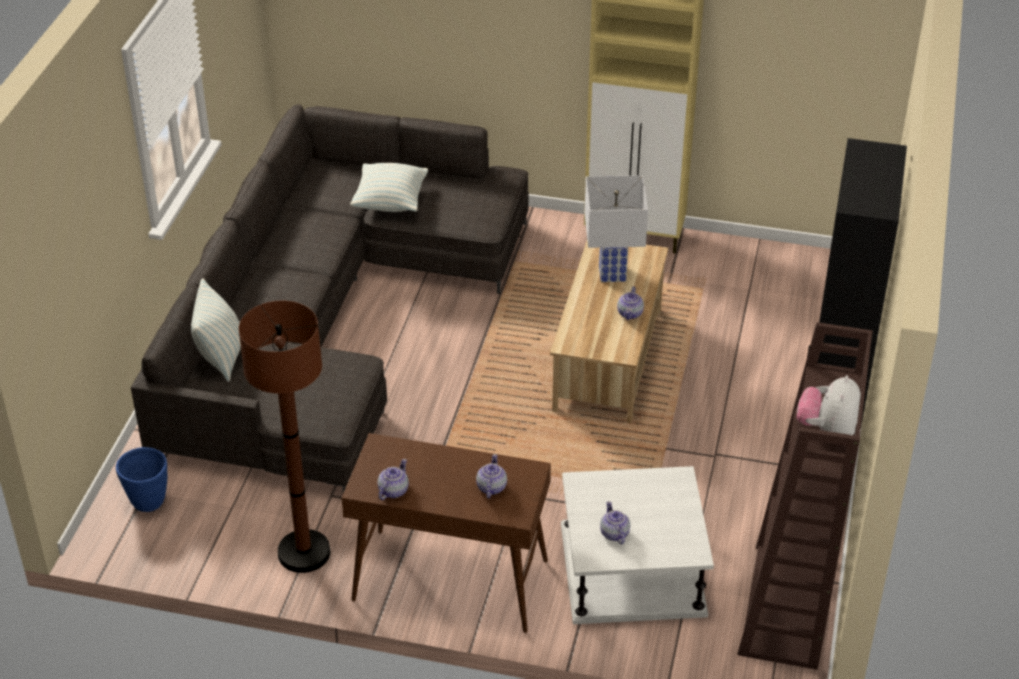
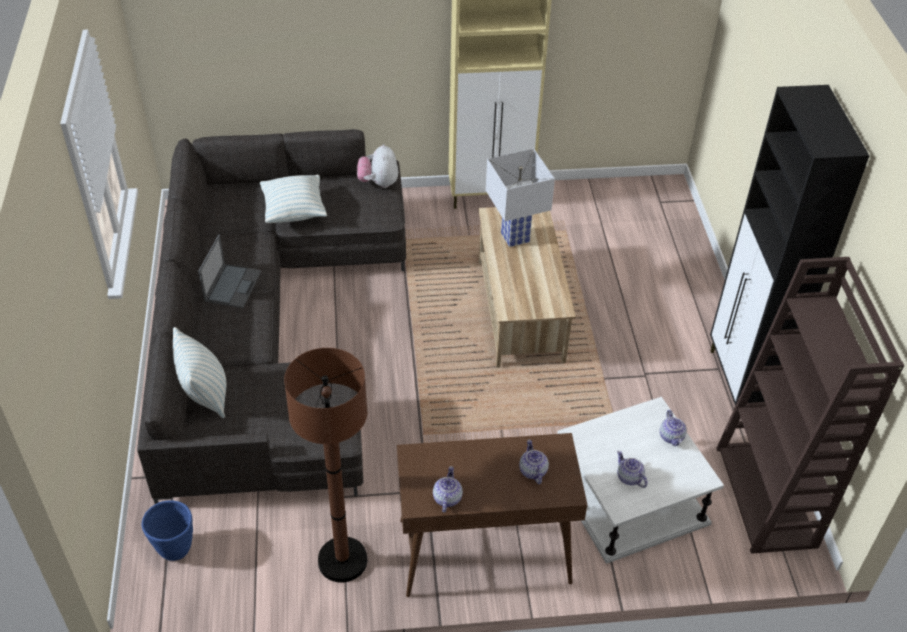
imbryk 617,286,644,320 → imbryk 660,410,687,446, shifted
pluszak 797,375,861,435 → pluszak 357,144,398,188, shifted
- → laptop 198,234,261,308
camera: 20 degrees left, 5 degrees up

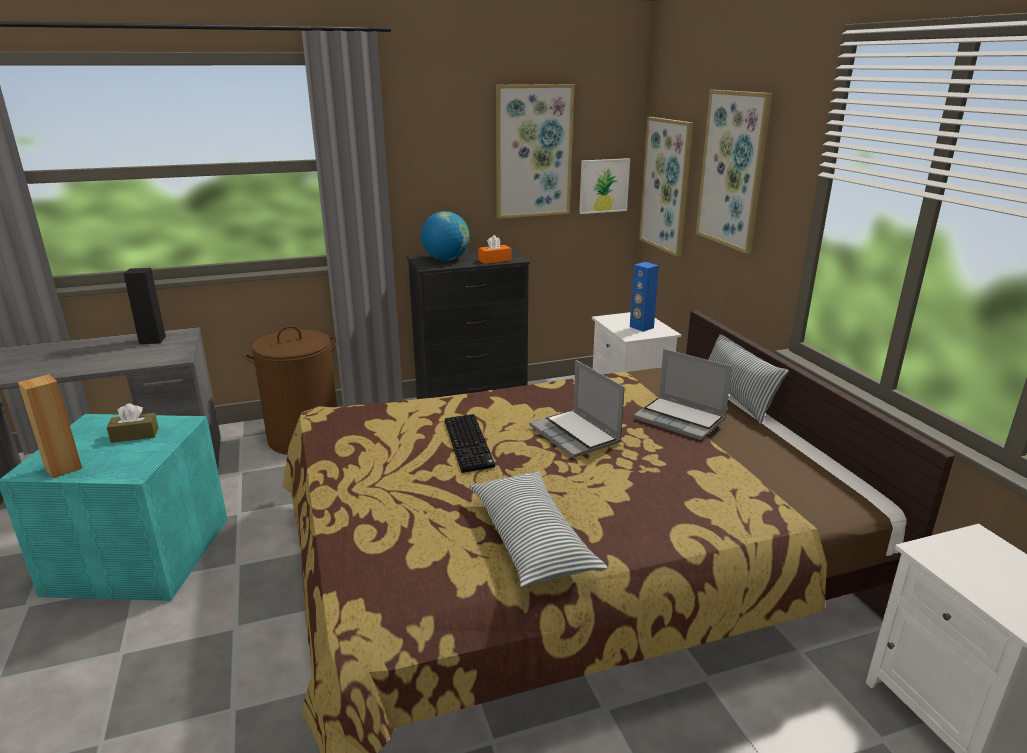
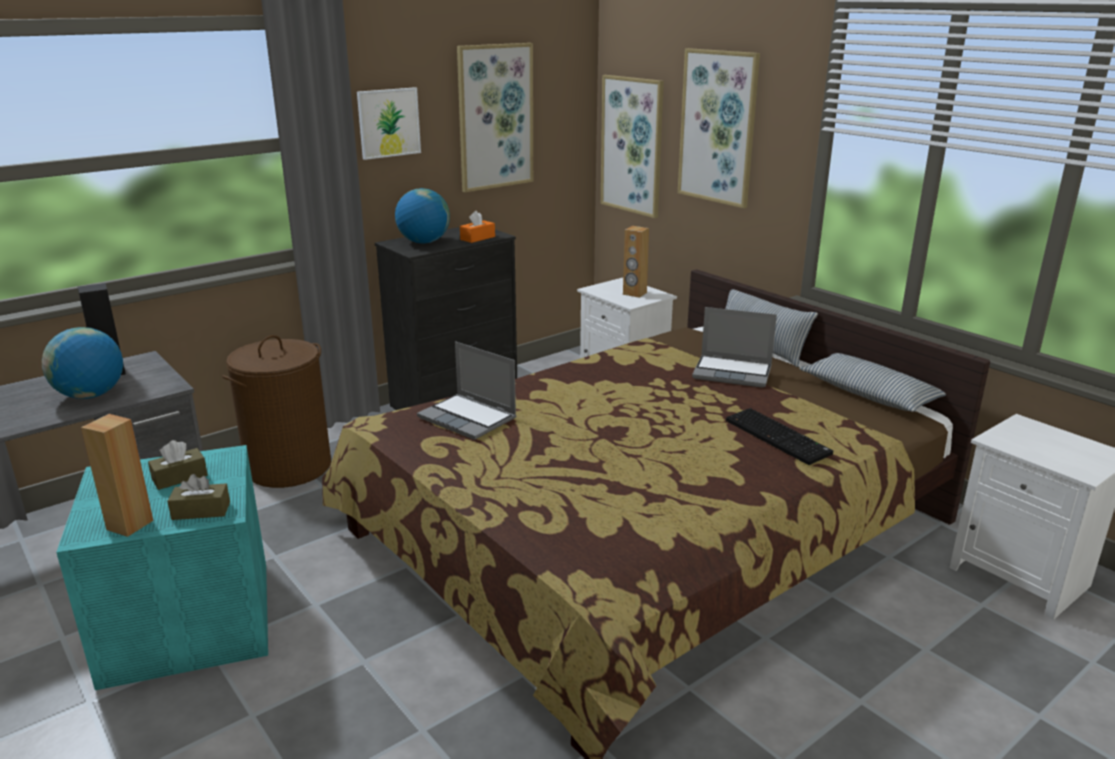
klawiatura 445,414,495,473 → klawiatura 726,408,833,465, shifted
poduszka 469,472,607,588 → poduszka 799,353,946,412, shifted
laptop 529,360,625,458 → laptop 417,341,516,440, shifted
obraz 579,158,630,214 → obraz 357,87,421,160, shifted
głośnik (niebieski) 630,262,659,332 → głośnik (brązowy) 623,226,649,298
- → globus 42,327,123,399
- → pudełko chusteczek (brązowy) 167,474,230,520
camera: 20 degrees left, 0 degrees up

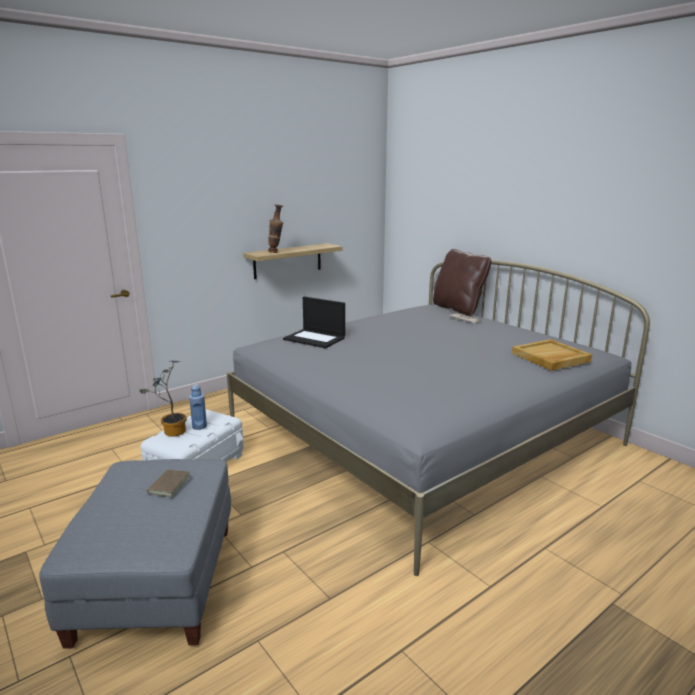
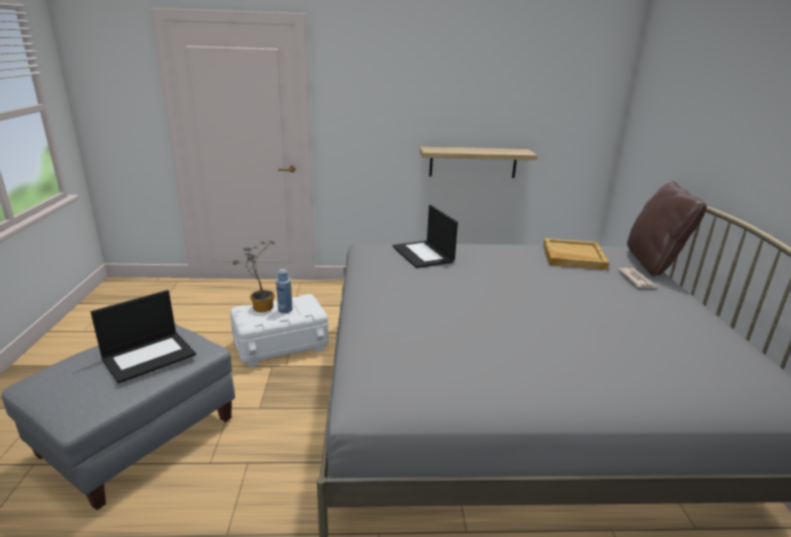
książka (brązowy) 141,470,190,497 → laptop 91,290,196,384
wazon 268,205,284,253 → -
taca (beżowy) 512,339,592,371 → taca (beżowy) 543,238,609,270, shifted
camera: 35 degrees right, 5 degrees up

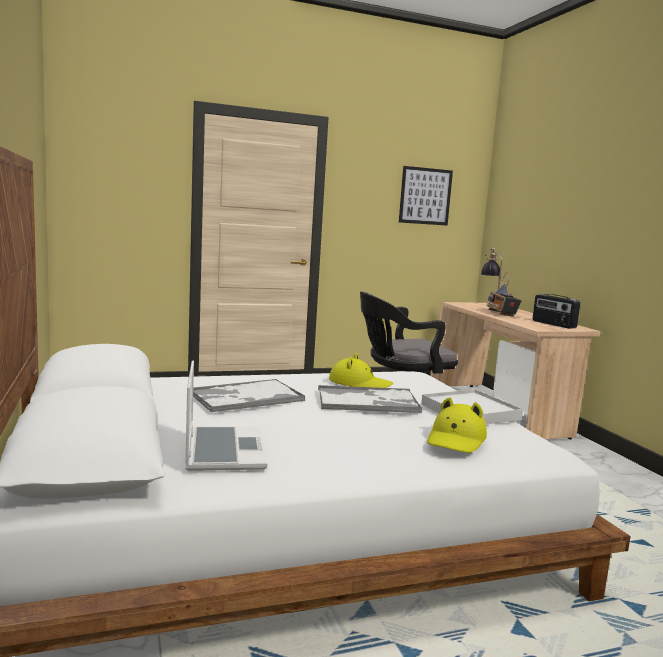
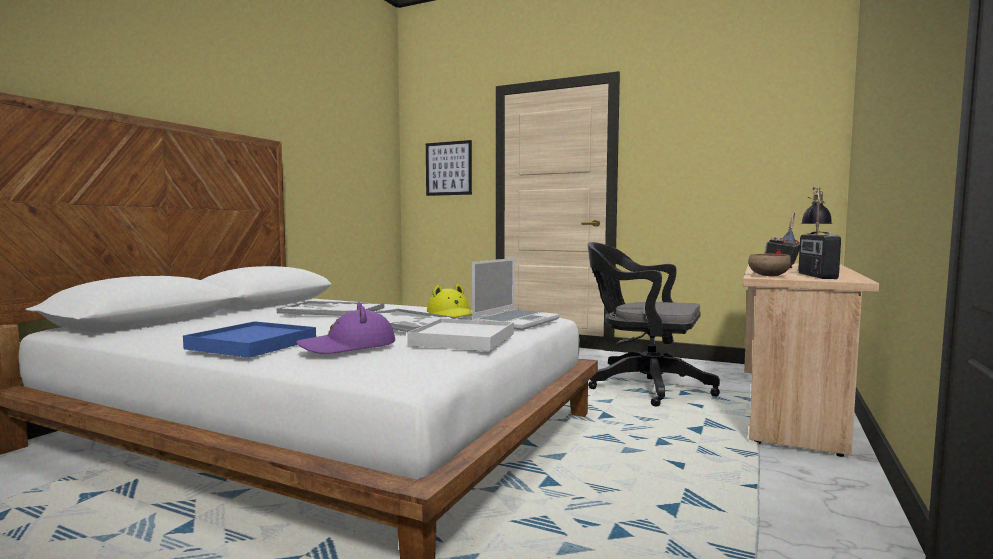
laptop 185,361,267,471 → laptop 472,258,560,330, shifted
obraz 399,166,453,226 → obraz 426,140,472,196, shifted
kapelusz (żółty) 427,397,487,453 → kapelusz (fioletowy) 296,302,395,354
- → taca (niebieski) 183,321,316,358
- → miska (brązowy) 748,253,791,276
camera: 45 degrees right, 5 degrees down

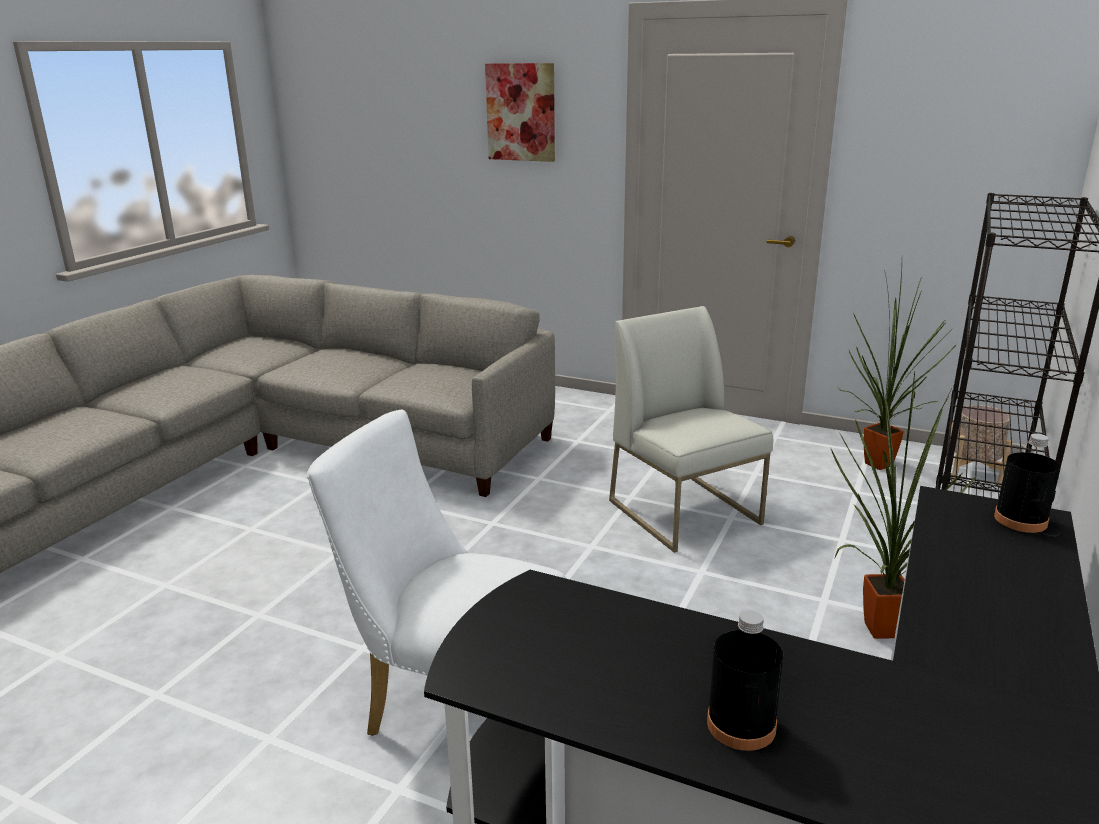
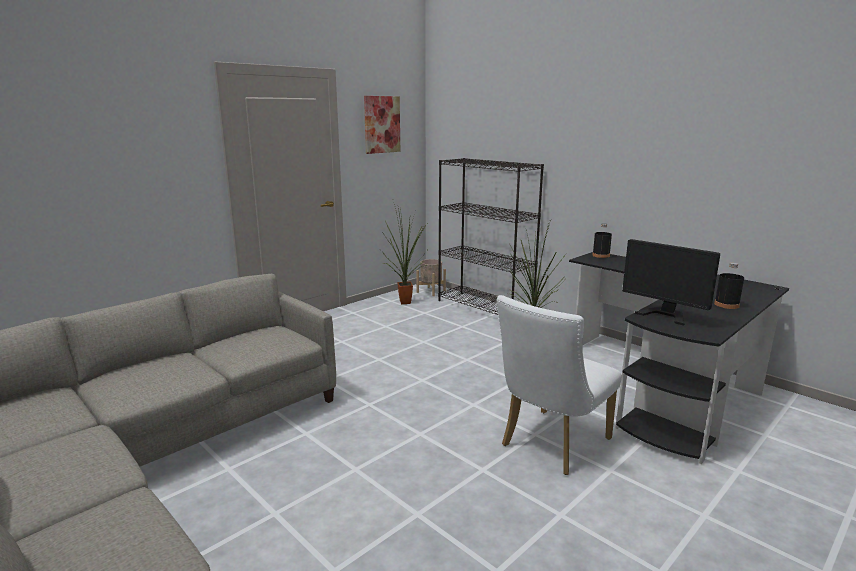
obraz 485,63,555,162 → obraz 364,96,400,154, shifted
krzesło (biały) 609,306,773,553 → -
- → monitor 622,239,720,325
camera: 70 degrees left, 5 degrees down

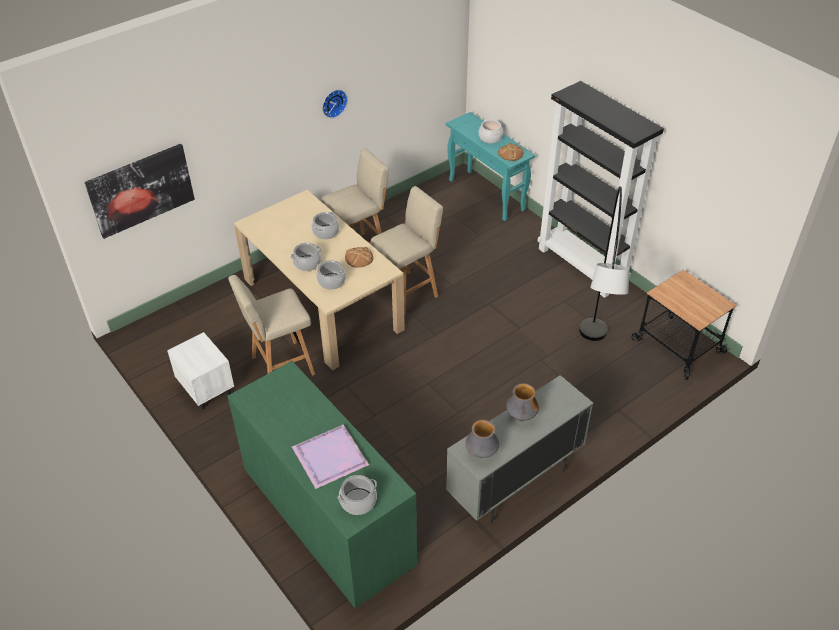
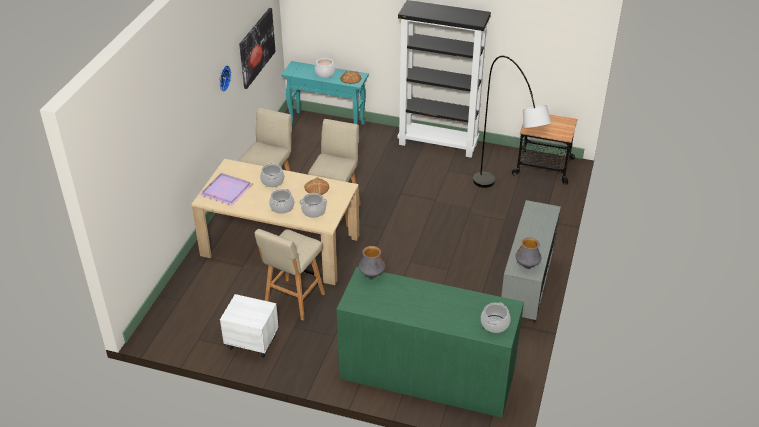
obraz 85,144,195,239 → obraz 239,8,276,89, shifted
taca (fioletowy) 292,424,369,489 → taca (fioletowy) 199,173,254,205, shifted
wazon 506,383,539,421 → wazon 359,246,385,278, shifted
camera: 35 degrees left, 5 degrees down

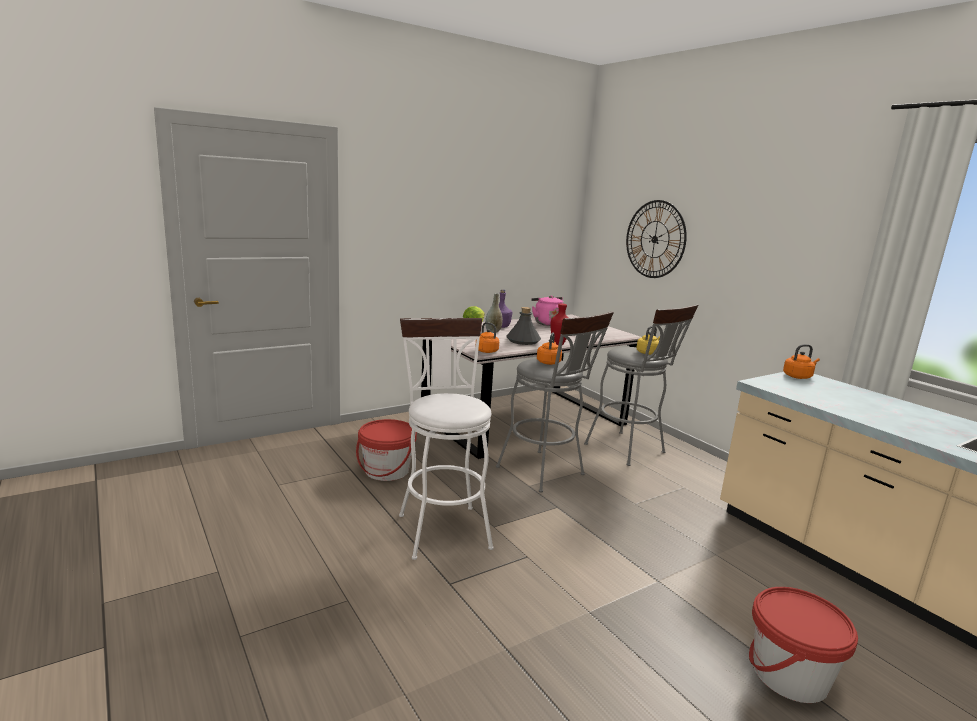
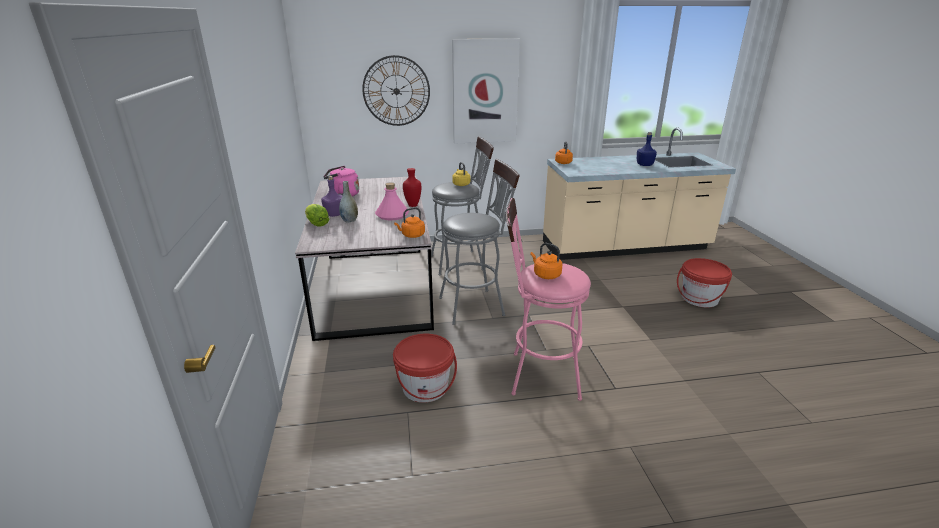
stołek (biały) 399,318,493,560 → stołek (różowy) 506,198,591,401
butelka (szary) 507,307,541,345 → butelka (różowy) 375,183,409,220
czajnik (pomarańczowy) 537,332,562,365 → czajnik (pomarańczowy) 530,243,562,279, shifted
- → obraz 452,39,520,143
- → butelka (niebieski) 637,132,657,166
camera: 65 degrees left, 10 degrees up

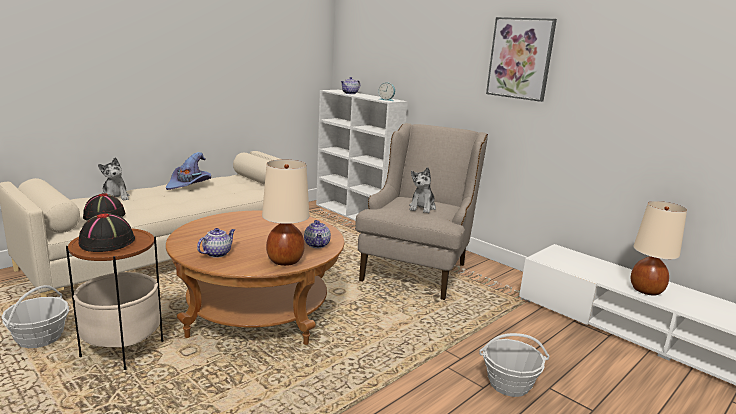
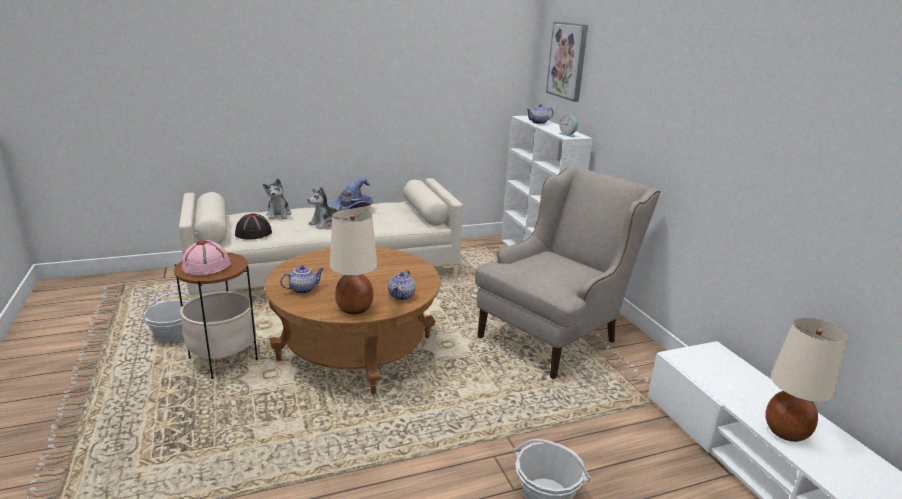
kapelusz (czarny) 78,213,135,252 → kapelusz (różowy) 182,240,230,275
pluszak 409,167,436,213 → pluszak 308,187,342,229, shifted
obraz 486,17,557,102 → obraz 546,22,588,102, shifted
camera: 25 degrees right, 5 degrees up

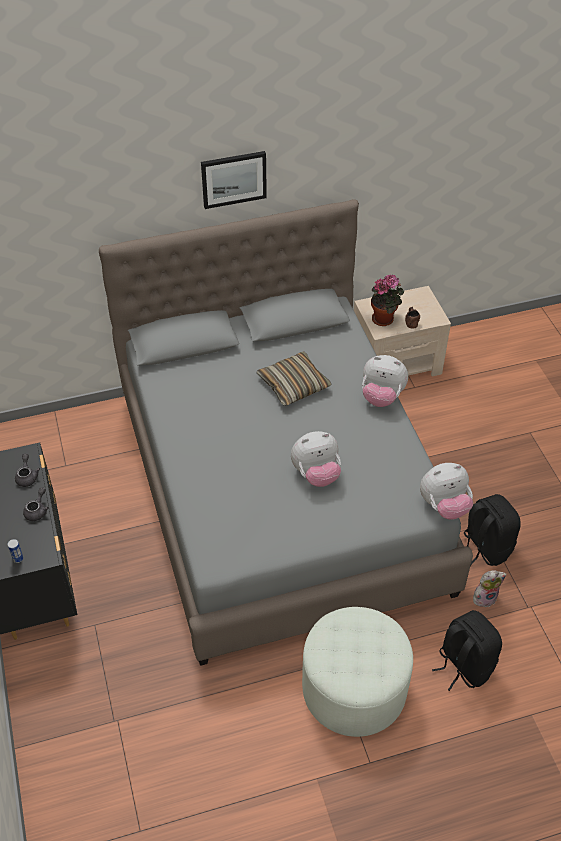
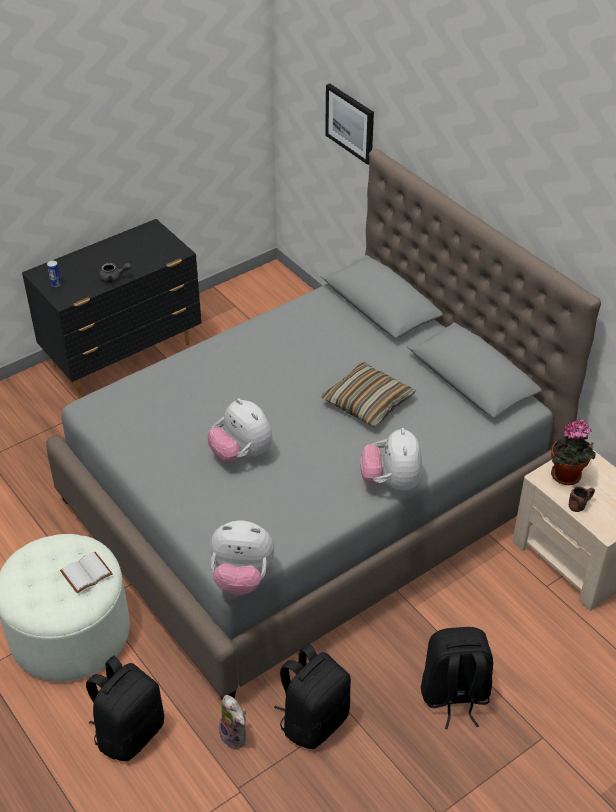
imbryk (szary) 15,454,40,487 → -
obraz 201,151,267,209 → obraz 325,84,374,165, shifted
pluszak 420,463,473,520 → pluszak 210,521,274,595, 45 degrees counterclockwise
- → książka (biały) 60,552,113,594
- → plecak (czarny) 421,627,493,729
camera: 70 degrees right, 5 degrees down

